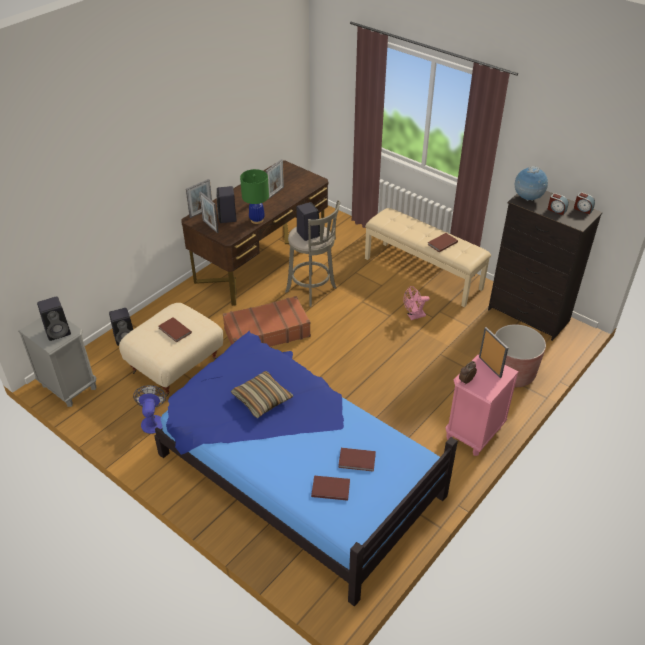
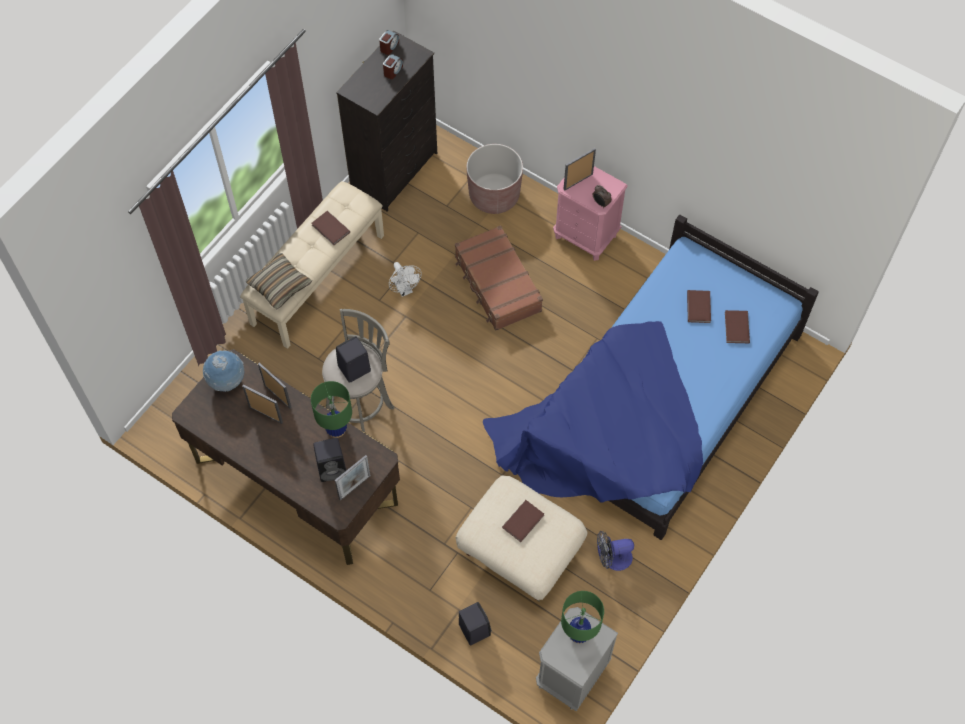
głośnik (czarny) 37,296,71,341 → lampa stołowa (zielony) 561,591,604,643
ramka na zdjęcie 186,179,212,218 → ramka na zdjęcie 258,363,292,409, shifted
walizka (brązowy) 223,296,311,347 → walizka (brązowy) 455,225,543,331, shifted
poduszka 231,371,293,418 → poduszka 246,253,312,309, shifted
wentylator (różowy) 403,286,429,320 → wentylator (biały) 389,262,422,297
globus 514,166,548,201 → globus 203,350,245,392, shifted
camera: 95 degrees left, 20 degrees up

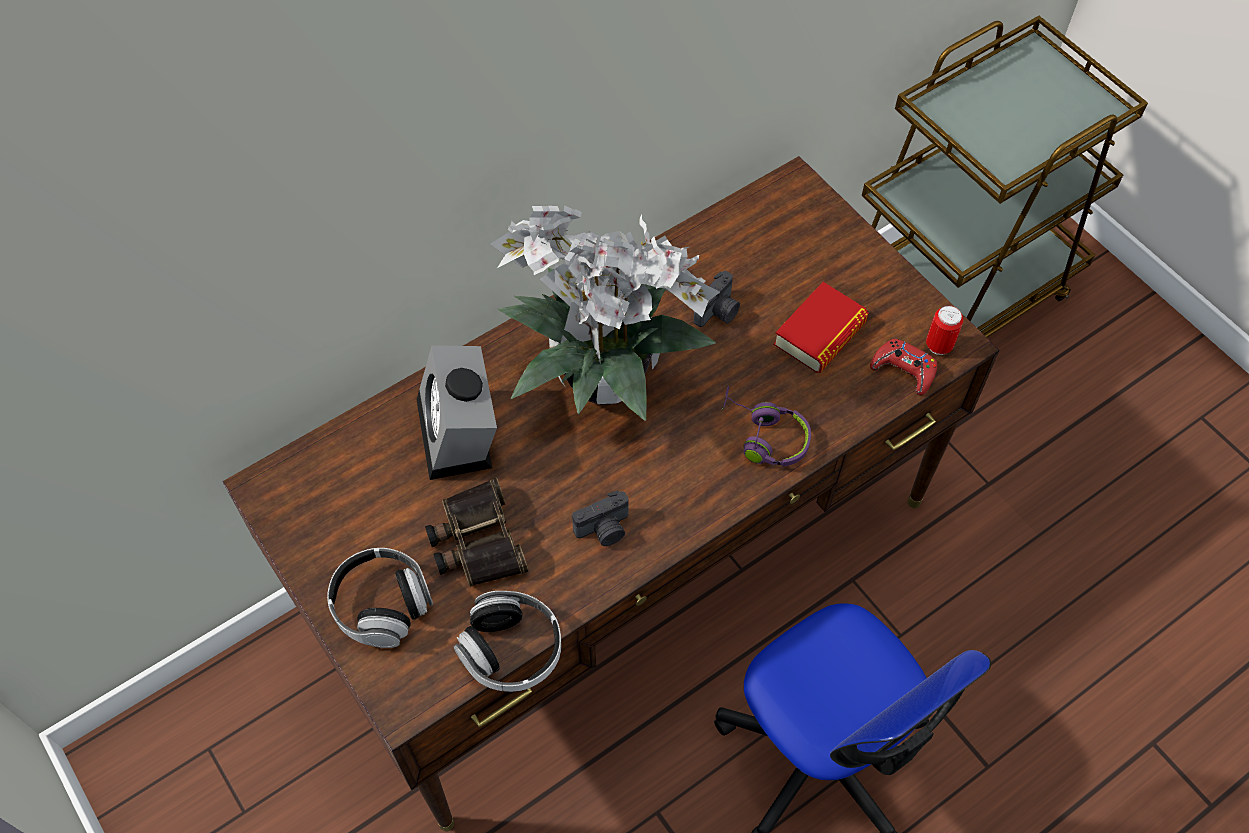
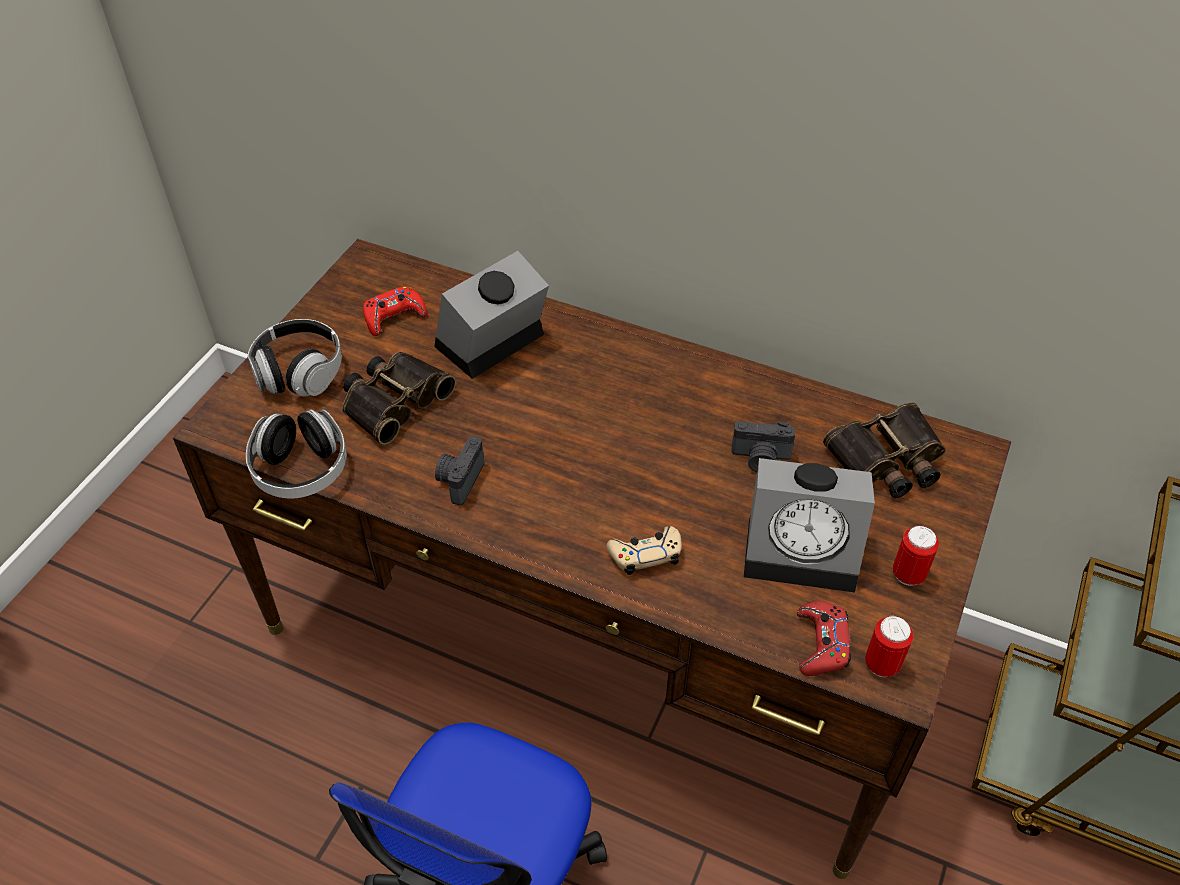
roślina doniczkowa 491,205,720,421 → -
aparat fotograficzny 572,491,629,546 → aparat fotograficzny 435,436,484,506, 75 degrees clockwise
słuchawki (fioletowy) 722,386,811,467 → pad do gier (beżowy) 606,526,682,575
książka 774,282,869,373 → budzik 744,458,875,593
- → pad do gier (czerwony) 363,286,427,336
- → lornetka 823,402,946,498
- → puszka 893,525,939,586
camera: 60 degrees right, 10 degrees down

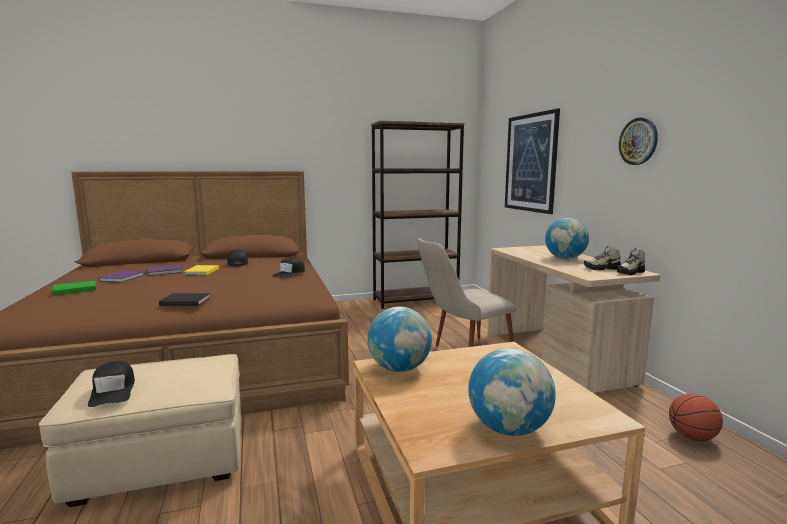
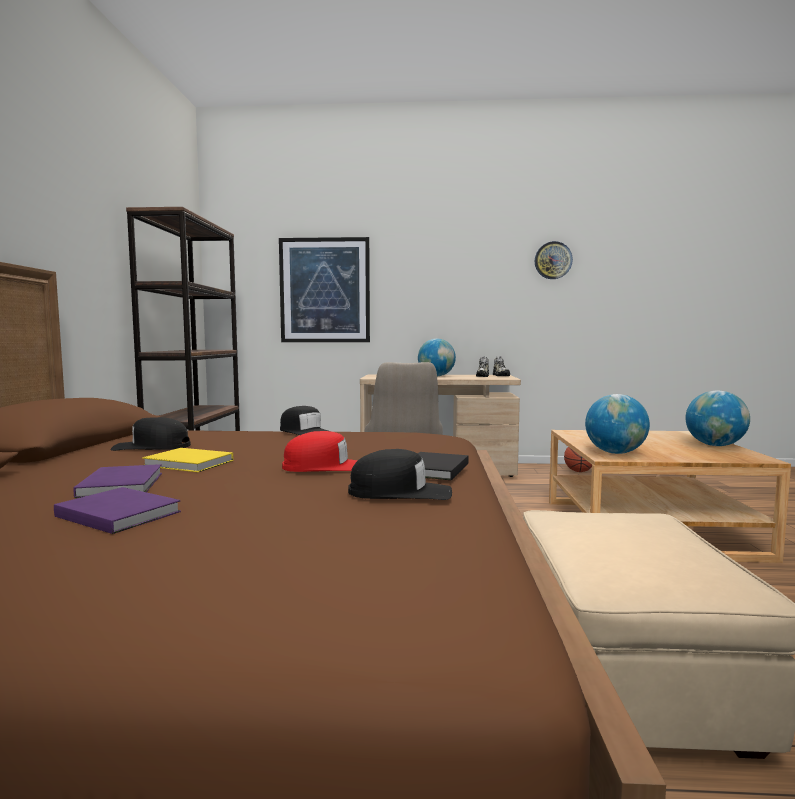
książka (zielony) 52,281,96,295 → -
czapka z daszkiem (czarny) 88,361,135,407 → czapka z daszkiem (czarny) 348,449,452,500, shifted
zegar ścienny 619,117,658,165 → zegar ścienny 535,241,573,279, shifted
- → czapka z daszkiem (czerwony) 282,431,358,472
camera: 70 degrees left, 5 degrees down

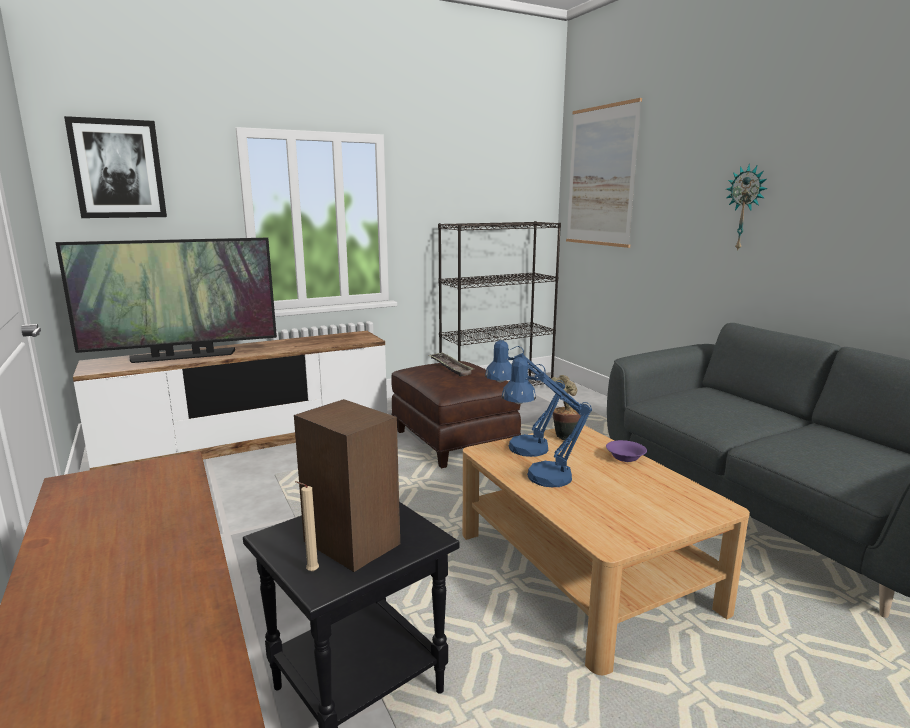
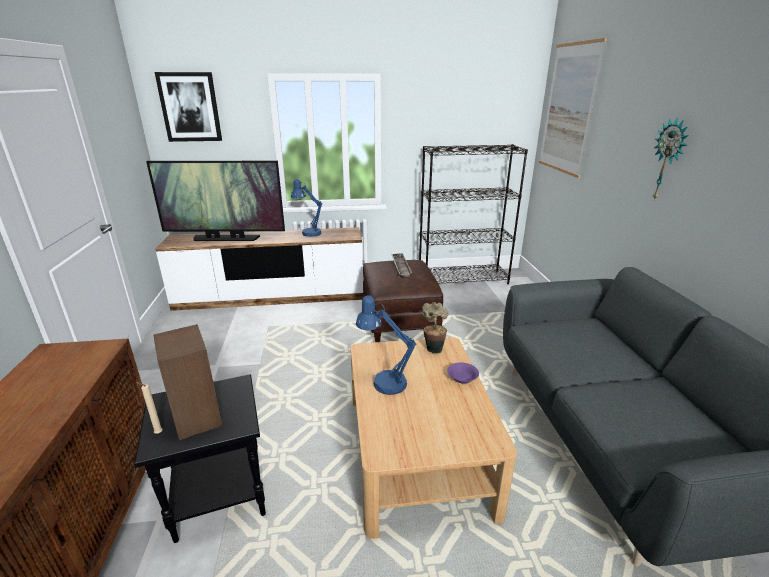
lampa stołowa (niebieski) 485,340,565,457 → lampa stołowa (niebieski) 291,179,322,237, shifted
camera: 20 degrees right, 10 degrees up

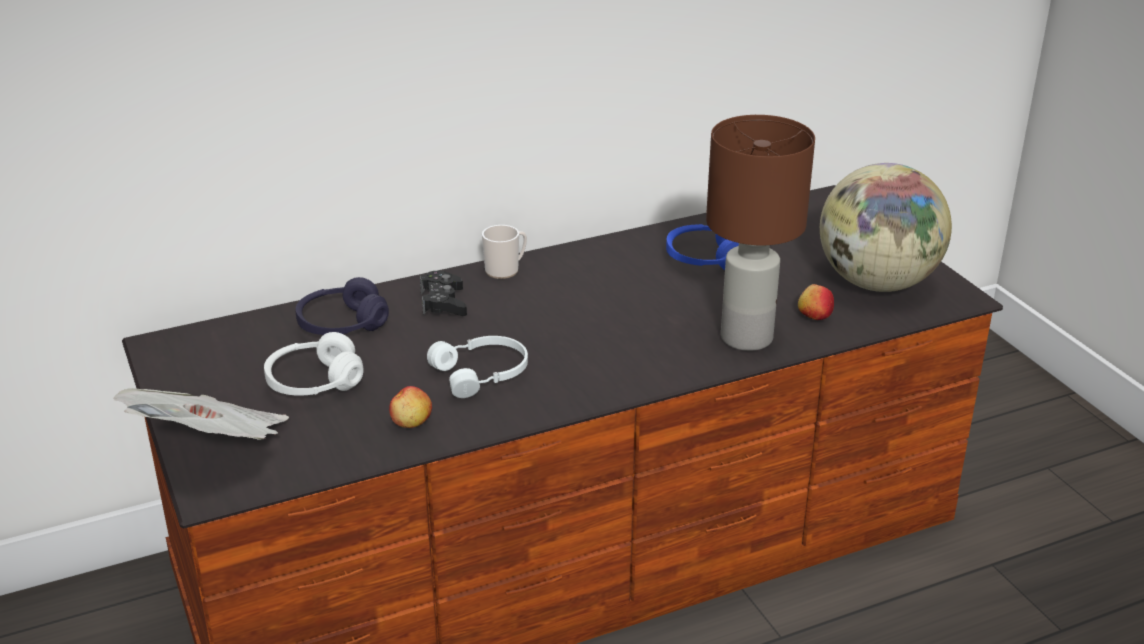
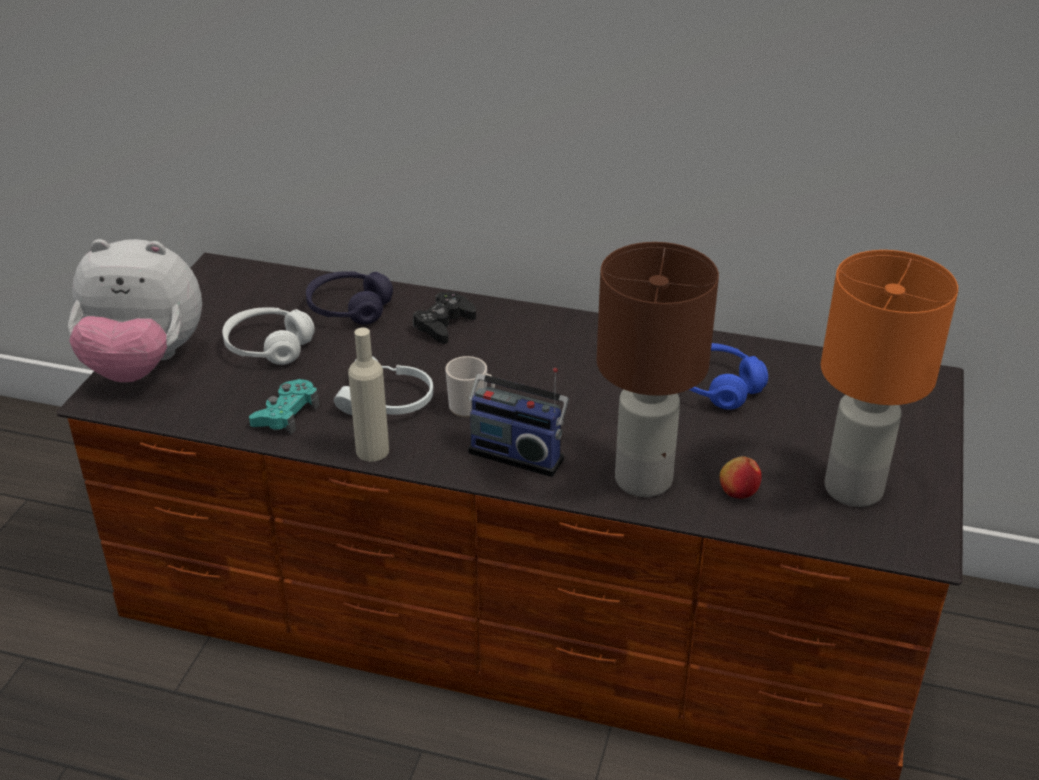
gazeta 113,388,289,440 → pluszak 68,239,202,383
jabłko 389,386,432,428 → pad do gier (turkusowy) 249,379,319,434
kubek 482,225,527,279 → kubek 445,356,495,418, shifted
globus 820,163,952,292 → lampa stołowa (pomarańczowy) 821,250,958,507
- → butelka (beżowy) 348,328,389,462
- → radio 468,368,569,477
camera: 40 degrees right, 5 degrees up

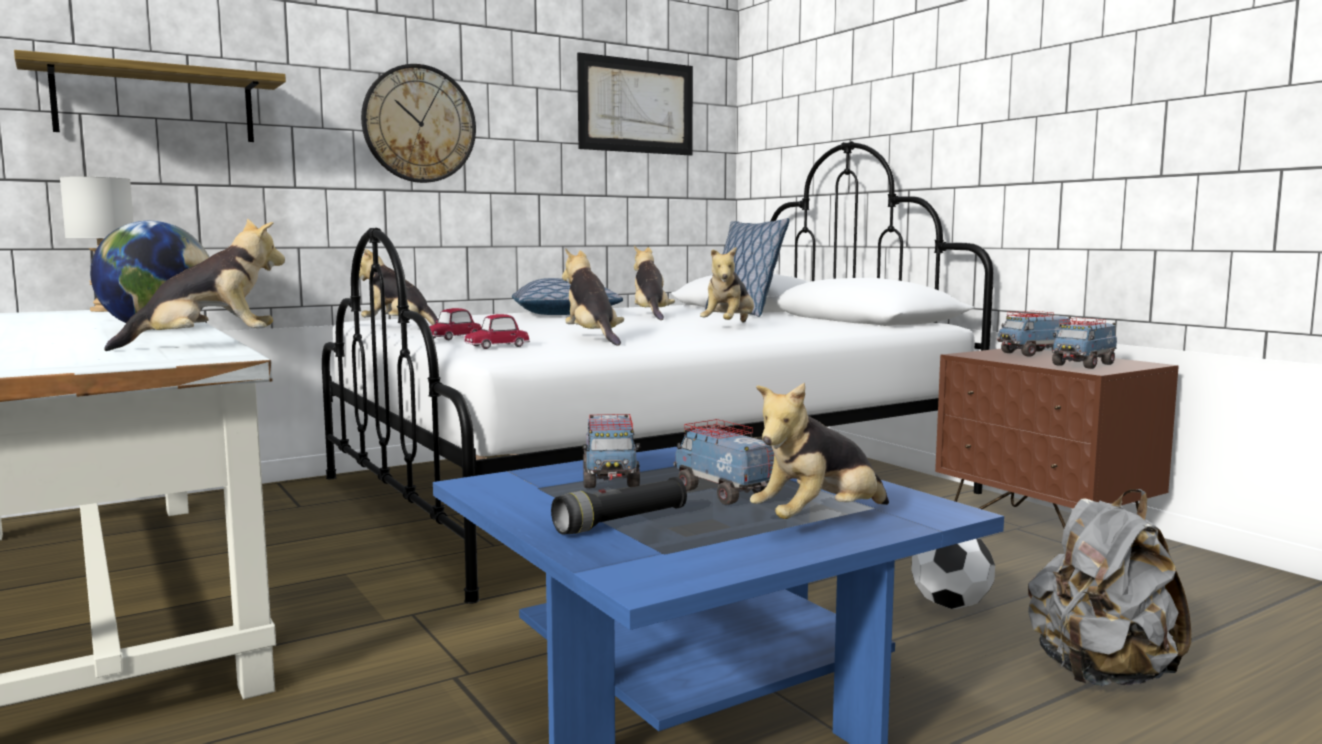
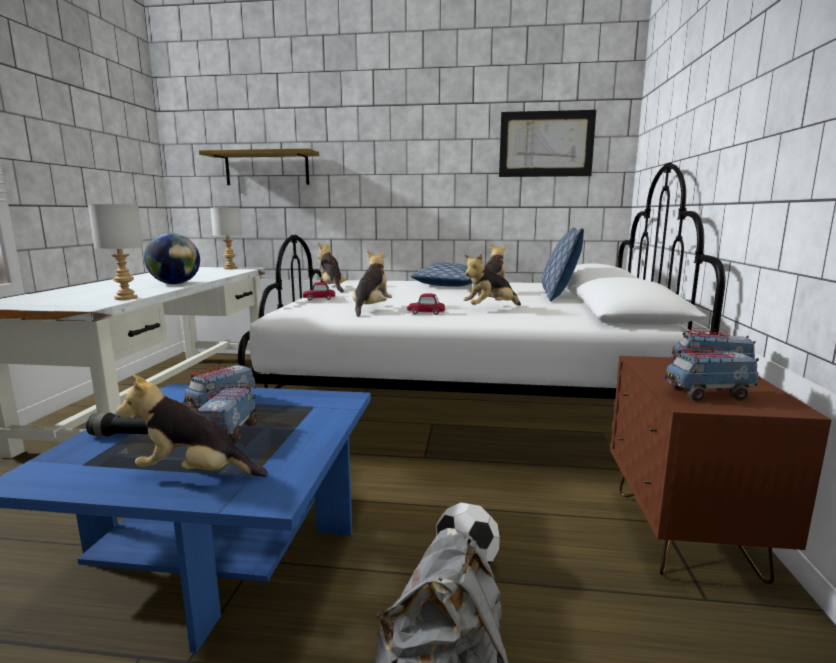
pluszak 104,218,285,351 → lampa stołowa (szary) 88,204,143,300
zegar ścienny 361,64,476,183 → -
samochodzik 464,314,530,349 → samochodzik 407,293,446,315, shifted
camera: 40 degrees right, 5 degrees up

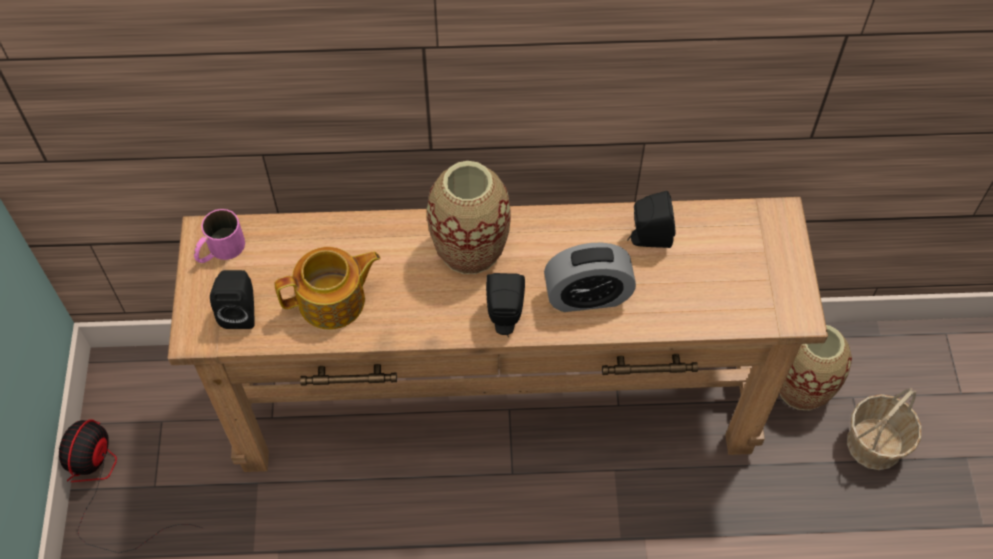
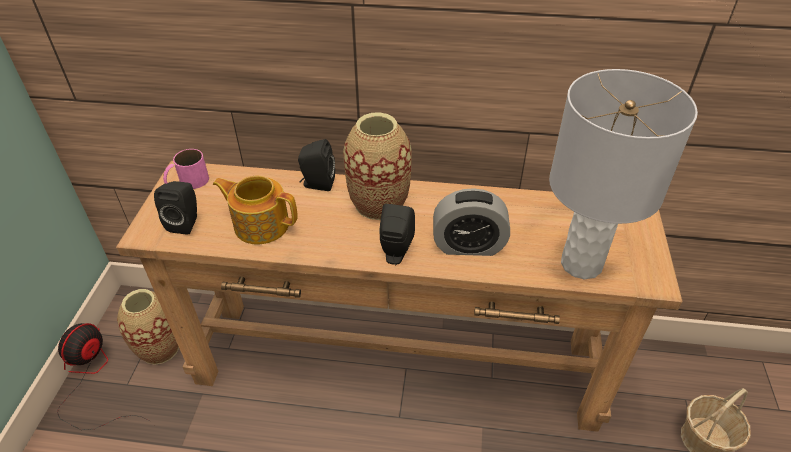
imbryk 275,247,381,330 → imbryk 213,175,298,245, 150 degrees counterclockwise
głośnik (czarny) 627,191,675,248 → głośnik (czarny) 298,139,335,191, shifted
wazon 780,325,852,410 → wazon 117,289,179,365, shifted
- → lampa stołowa (szary) 549,69,698,279
camera: 10 degrees right, 15 degrees down

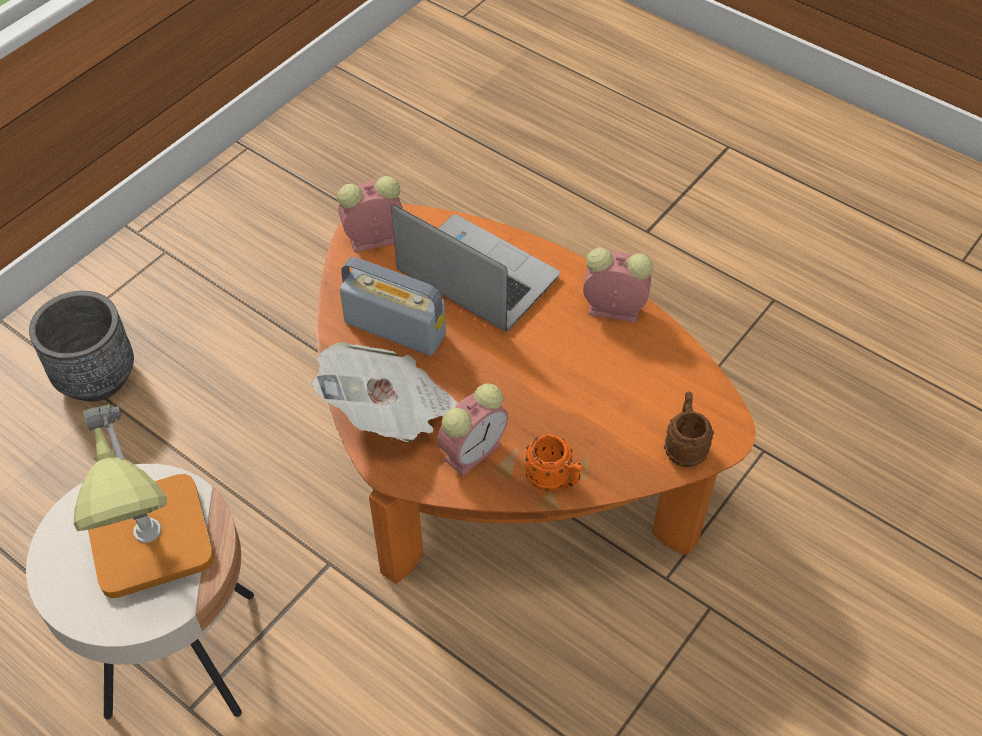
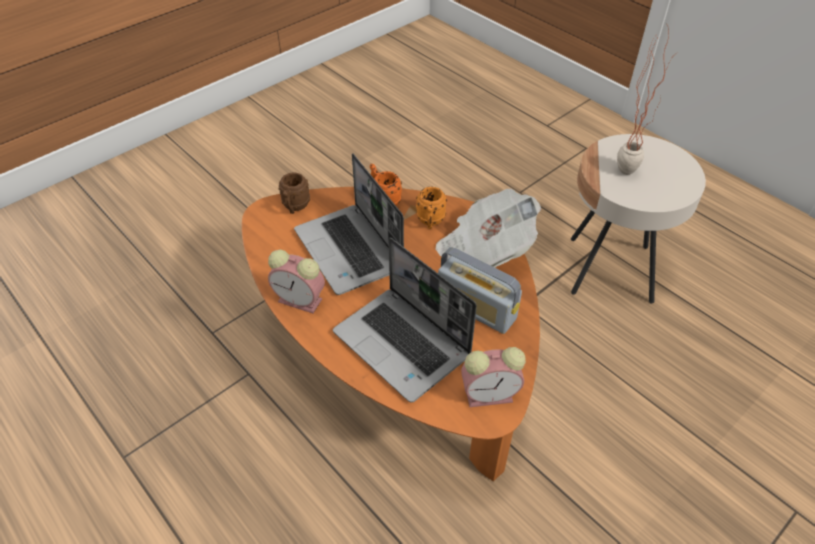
donica (szary) 29,291,134,402 → -
lampa stołowa 73,404,214,598 → roślina doniczkowa 617,23,678,175
budzik 437,383,508,476 → kubek (pomarańczowy) 416,187,447,229
- → laptop 294,153,404,295
camera: 170 degrees left, 5 degrees down

